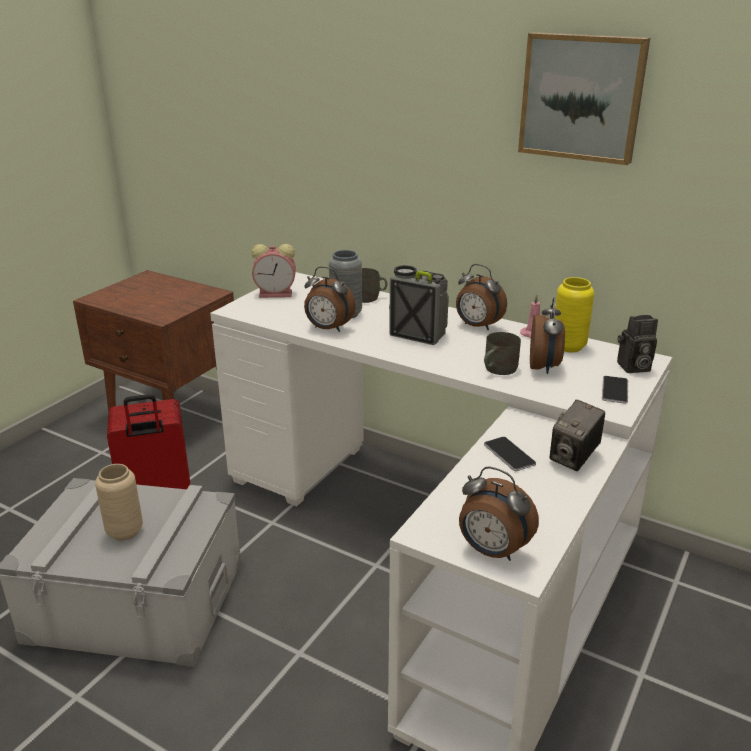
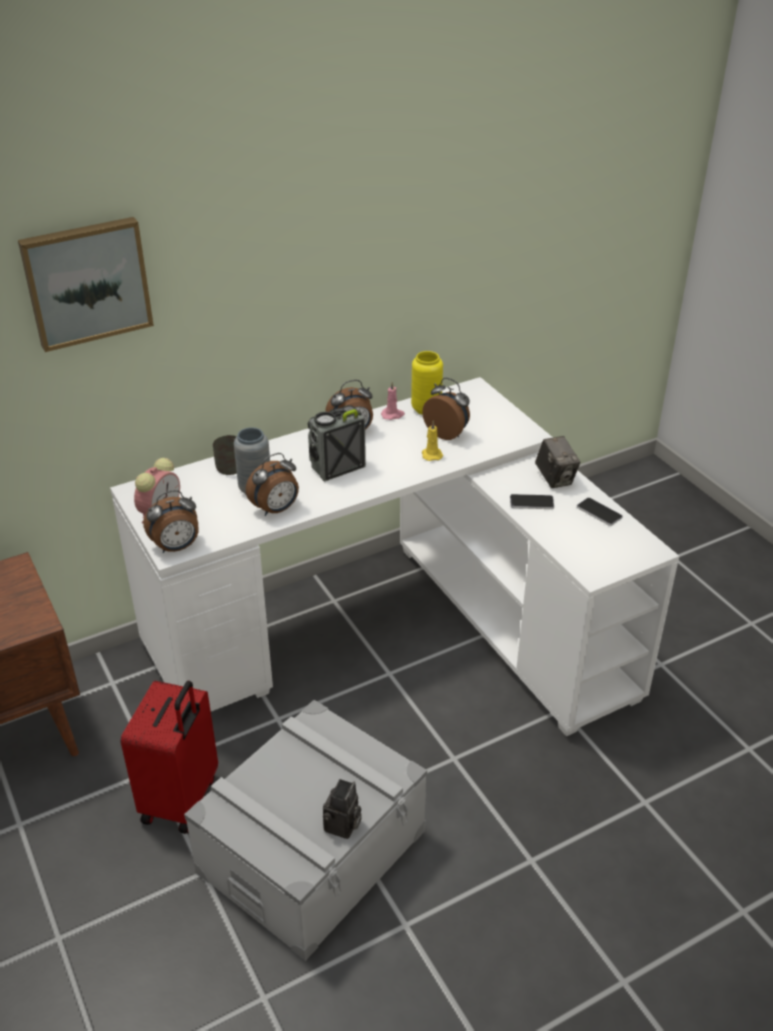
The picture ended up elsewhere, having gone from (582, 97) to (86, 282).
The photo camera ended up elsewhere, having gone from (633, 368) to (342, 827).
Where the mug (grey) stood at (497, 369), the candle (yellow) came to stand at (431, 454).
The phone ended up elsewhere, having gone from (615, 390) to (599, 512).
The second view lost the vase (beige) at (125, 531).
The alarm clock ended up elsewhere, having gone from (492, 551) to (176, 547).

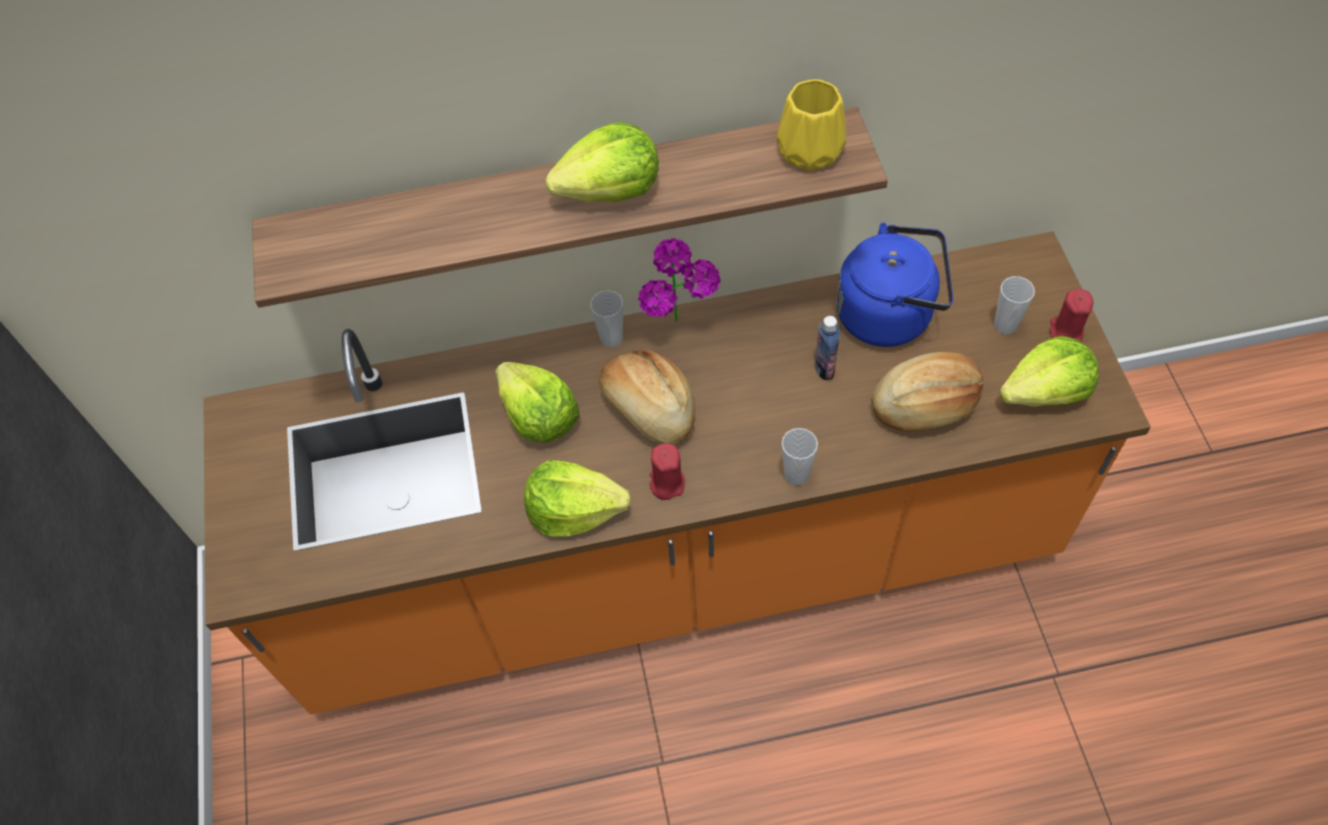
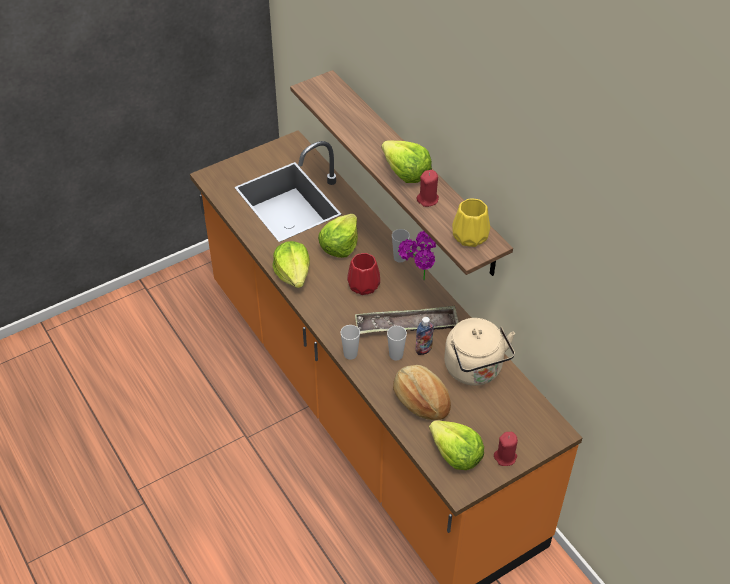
What was the kettle (blue) at (890, 314) turned into the kettle (beige) at (475, 370).
The cup ended up elsewhere, having gone from (1005, 325) to (396, 355).
Where the bread stood at (648, 409), the vase (red) came to stand at (363, 285).
The candle (red) ended up elsewhere, having gone from (667, 483) to (428, 199).
The second view gained the tray at (406, 325).

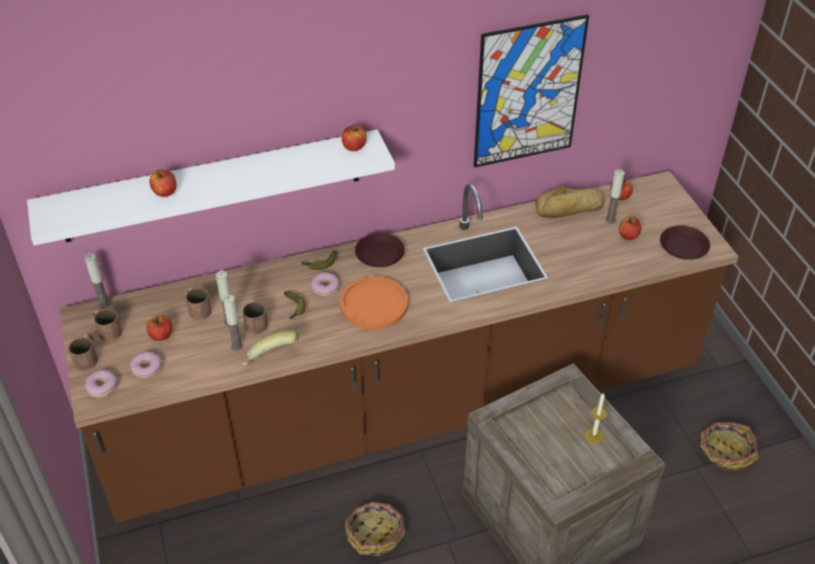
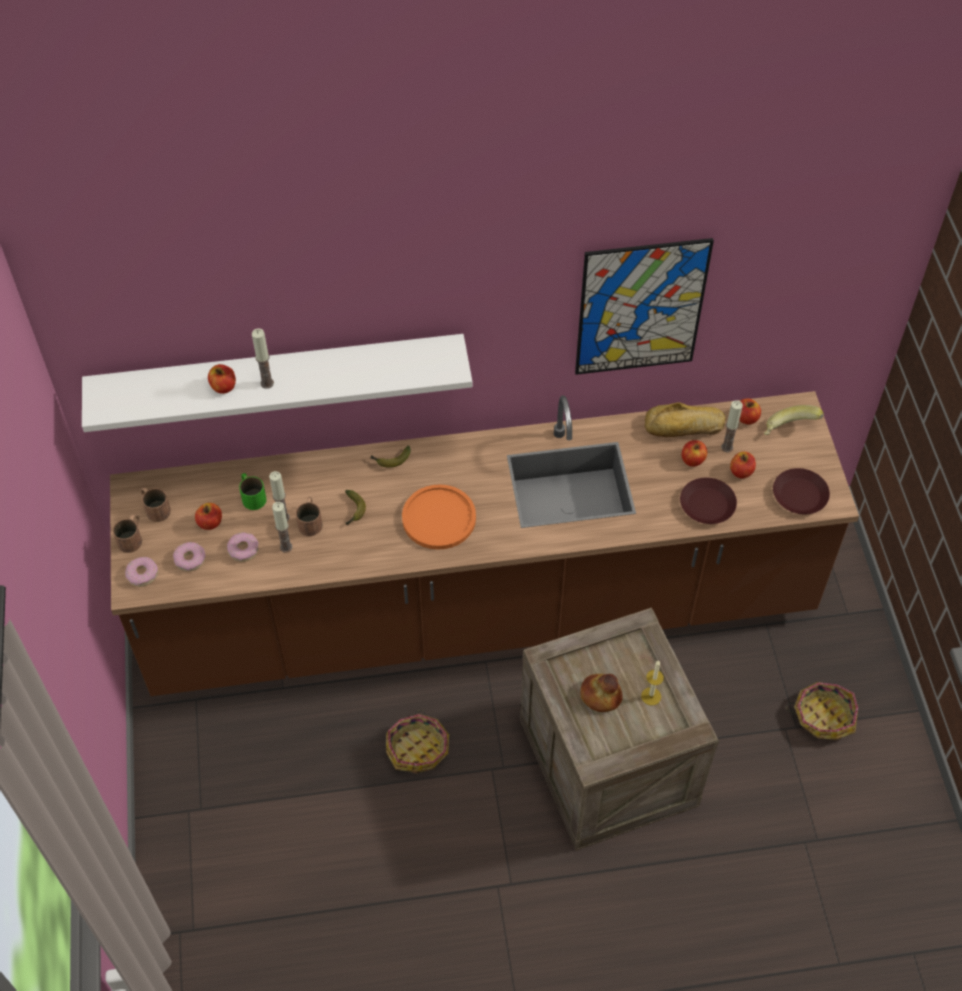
The apple ended up elsewhere, having gone from (354, 147) to (692, 460).
The plate (brown) ended up elsewhere, having gone from (379, 255) to (707, 505).
The candle ended up elsewhere, having gone from (104, 304) to (267, 383).
The donut ended up elsewhere, having gone from (325, 287) to (243, 550).
What was the mug (brown) at (197, 308) turned into the mug (green) at (251, 495).
The banana ended up elsewhere, having gone from (271, 359) to (789, 431).
The second view gained the bread at (600, 695).

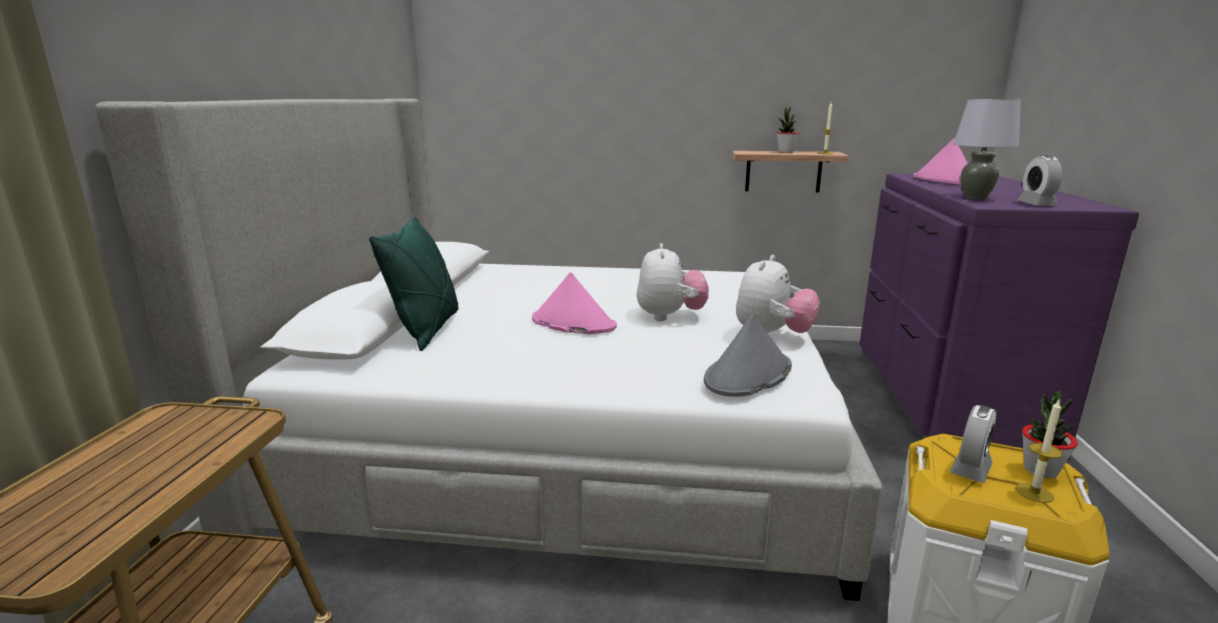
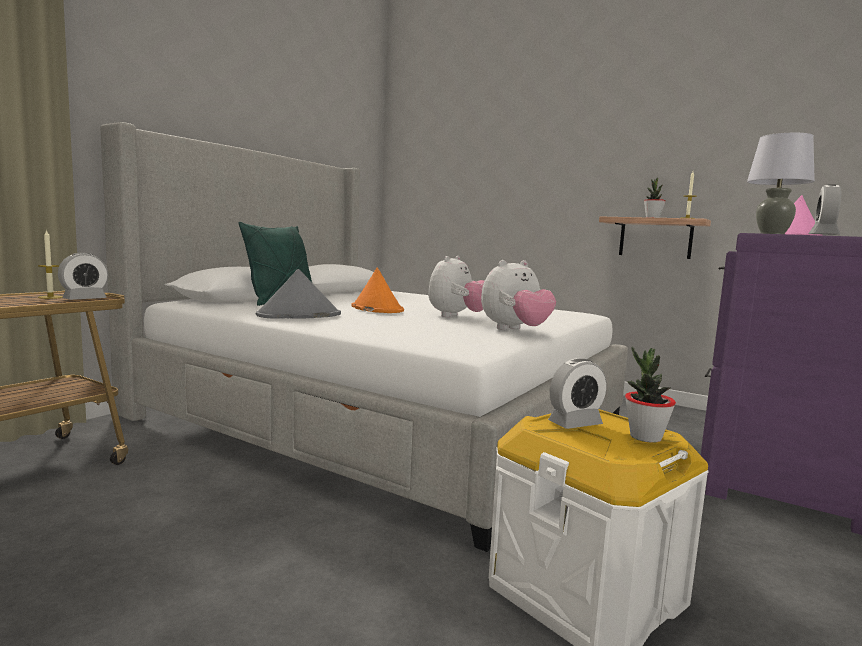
What was the hat (pink) at (572, 323) turned into the hat (orange) at (376, 309).
The hat (grey) ended up elsewhere, having gone from (748, 375) to (298, 315).
The candle ended up elsewhere, having gone from (1034, 493) to (50, 297).
The second view gained the alarm clock at (84, 299).

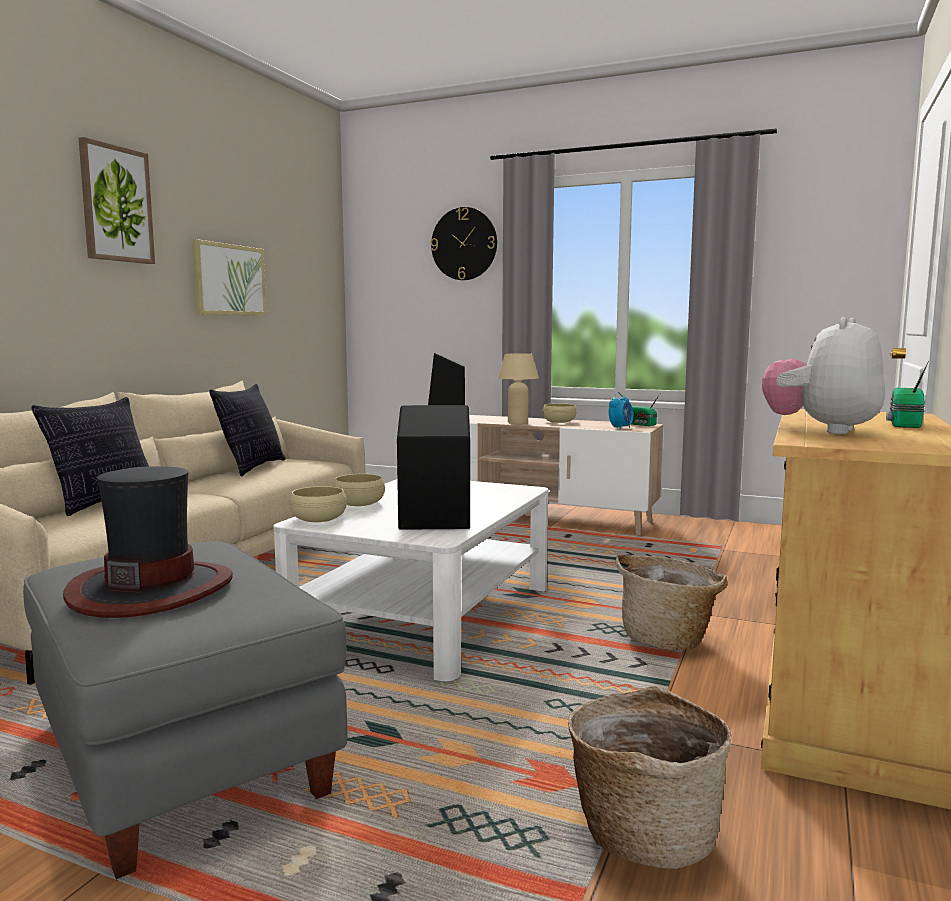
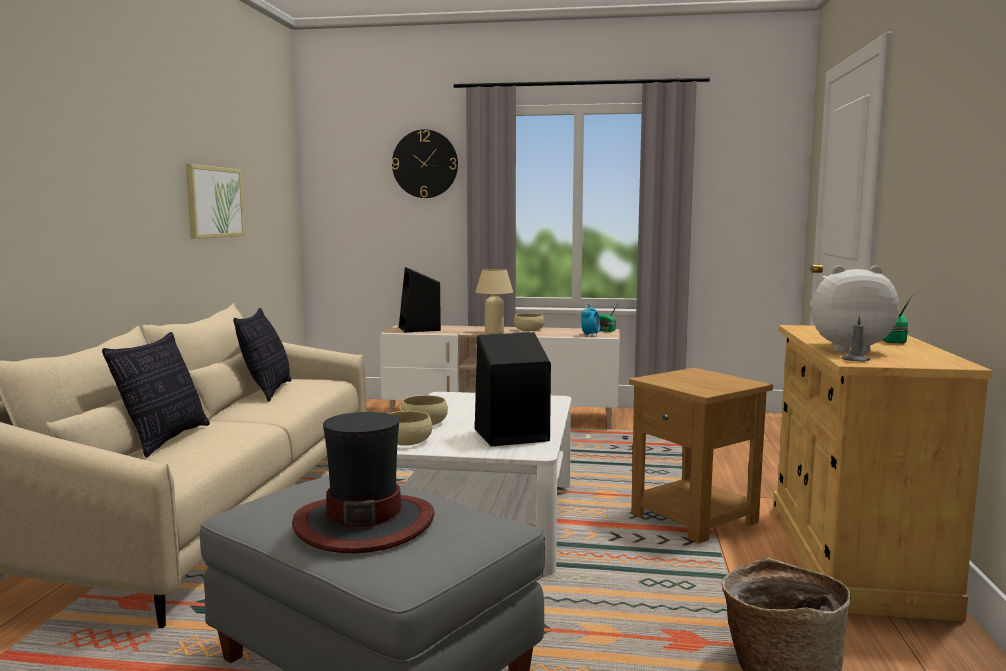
The second view lost the picture at (116, 204).
The plush toy at (822, 430) ended up facing another way, 75 degrees clockwise from before.
Where the basket stood at (668, 639), the side table (brown) came to stand at (695, 518).
The second view gained the candle (grey) at (854, 360).

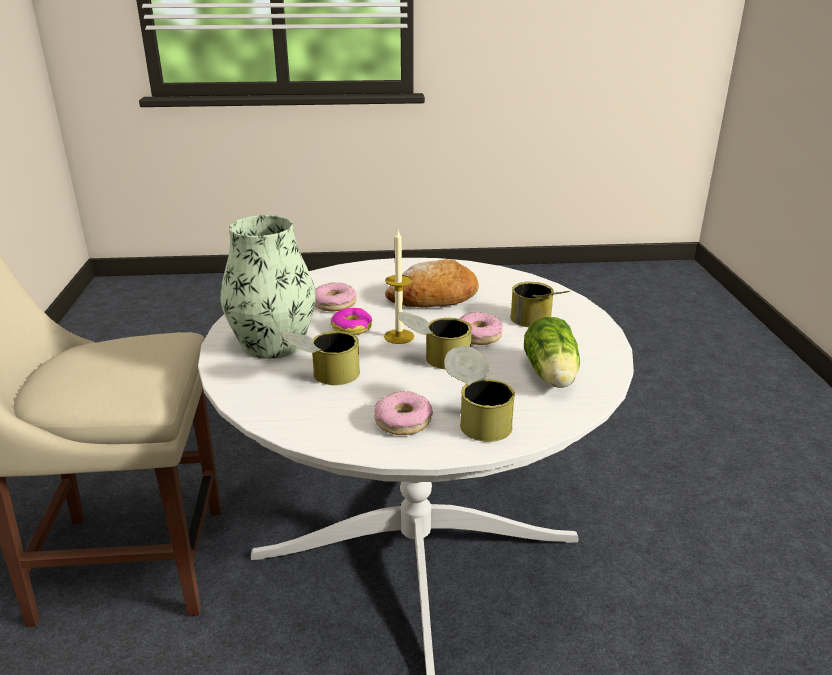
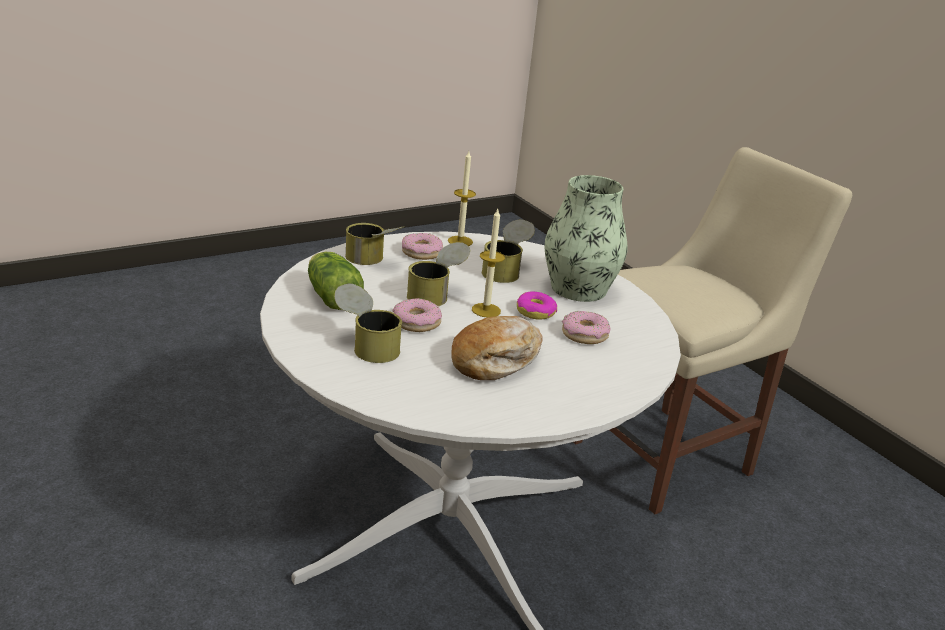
The second view gained the candle at (460, 241).

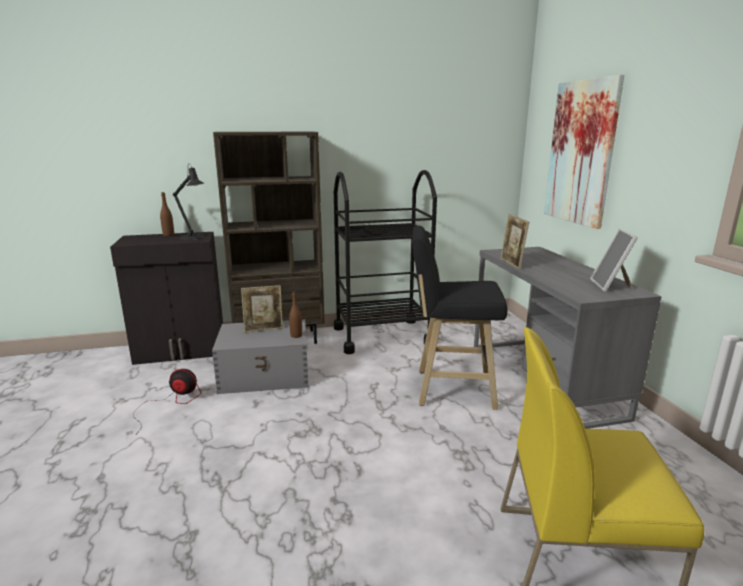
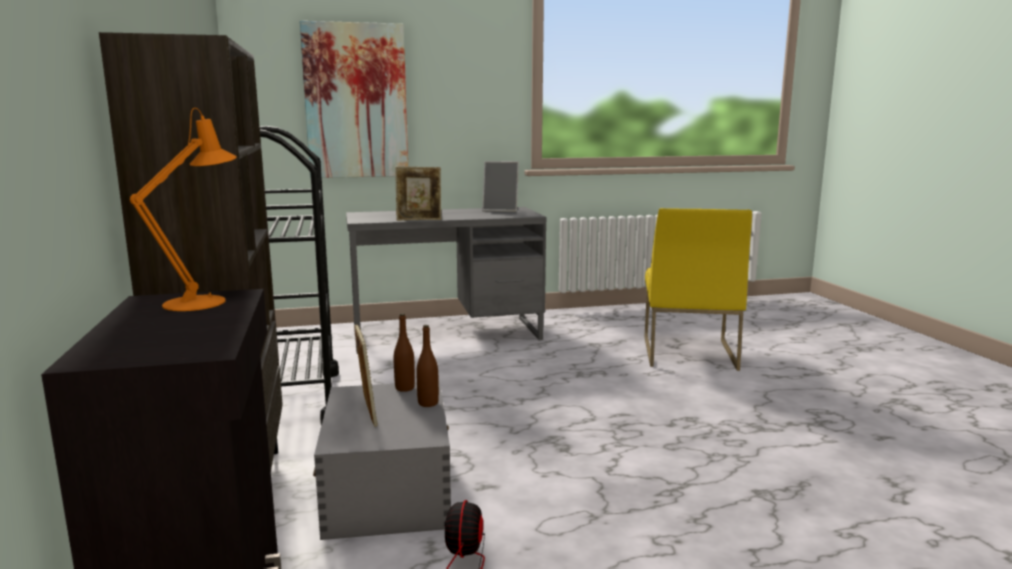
What was the table lamp (black) at (194, 238) turned into the table lamp (orange) at (202, 301).
The bottle (brown) ended up elsewhere, having gone from (168, 235) to (428, 403).
The second view lost the stool (black) at (450, 389).

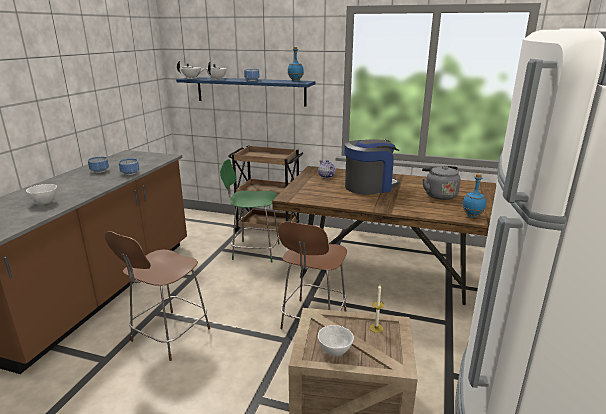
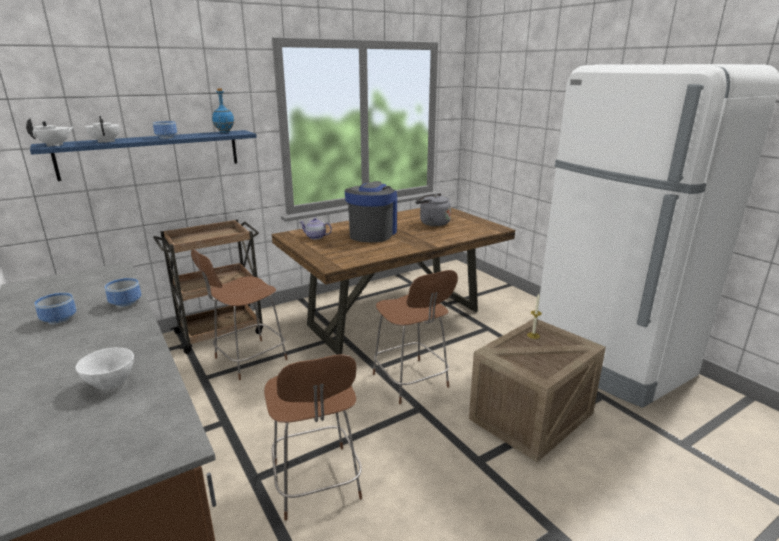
What was the chair (green) at (254, 251) turned into the chair (brown) at (248, 359).
The second view lost the bottle (blue) at (472, 215).
The second view lost the bowl (white) at (334, 352).

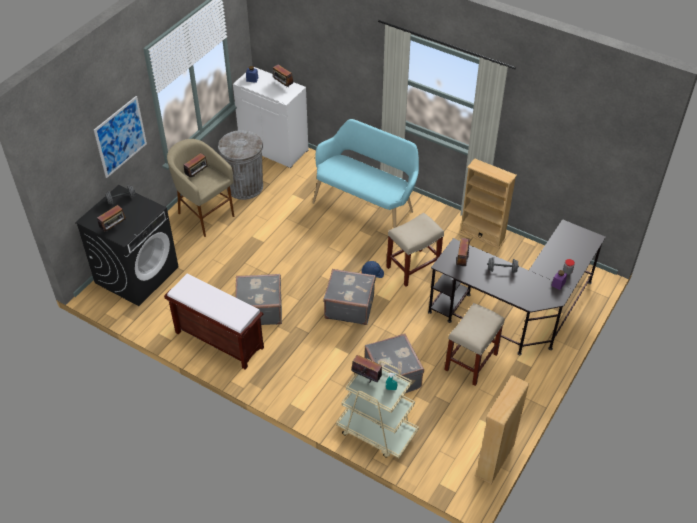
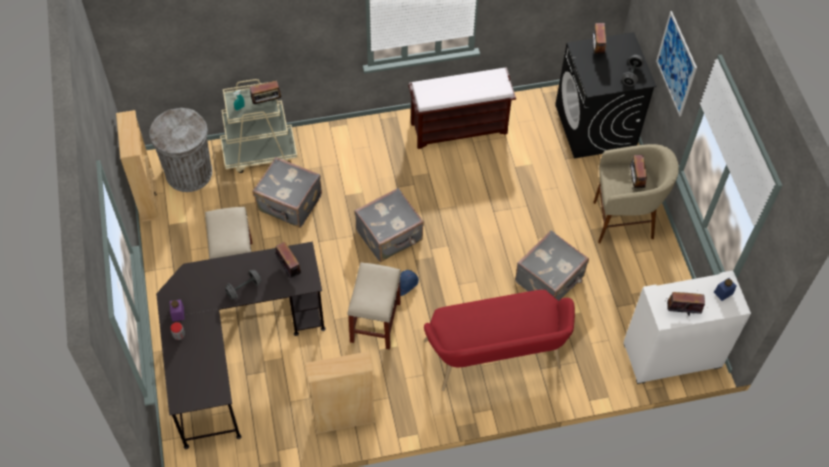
What was the bench (turquoise) at (366, 205) turned into the bench (red) at (495, 359).
The trash can (grey) ended up elsewhere, having gone from (245, 187) to (189, 173).
The suitcase (grey) ended up elsewhere, having gone from (259, 310) to (550, 280).

